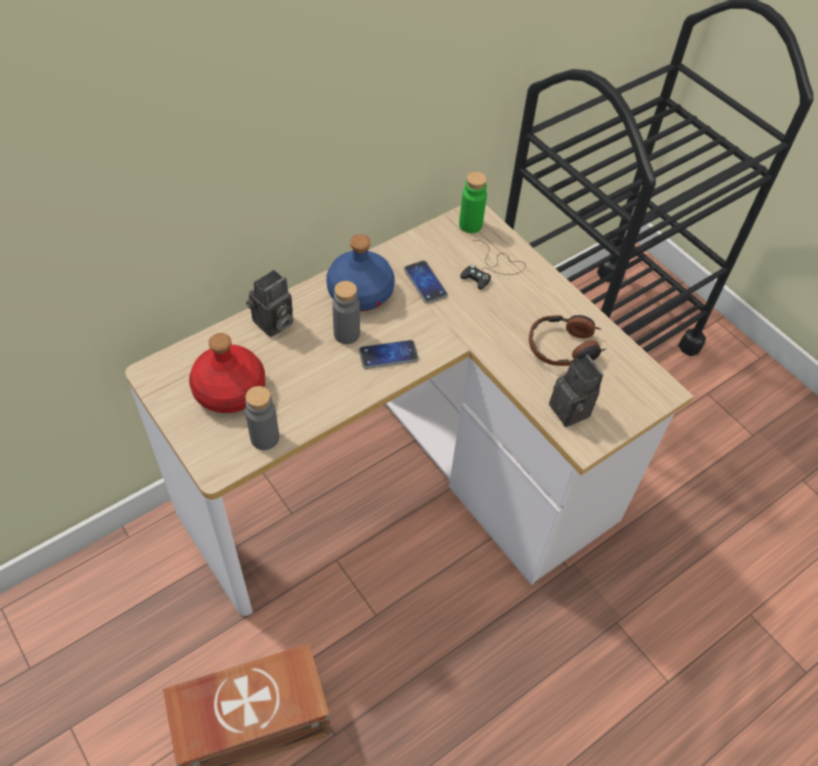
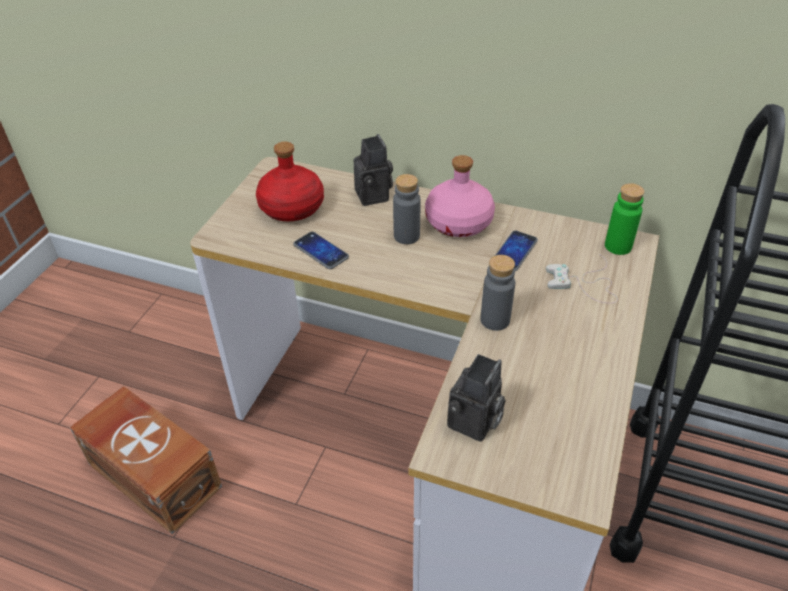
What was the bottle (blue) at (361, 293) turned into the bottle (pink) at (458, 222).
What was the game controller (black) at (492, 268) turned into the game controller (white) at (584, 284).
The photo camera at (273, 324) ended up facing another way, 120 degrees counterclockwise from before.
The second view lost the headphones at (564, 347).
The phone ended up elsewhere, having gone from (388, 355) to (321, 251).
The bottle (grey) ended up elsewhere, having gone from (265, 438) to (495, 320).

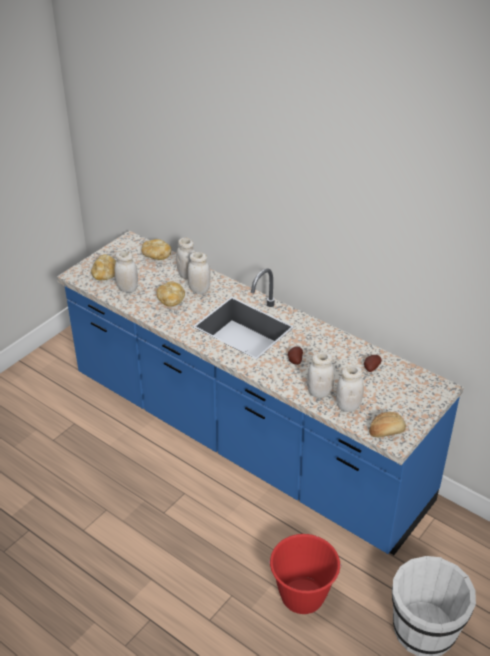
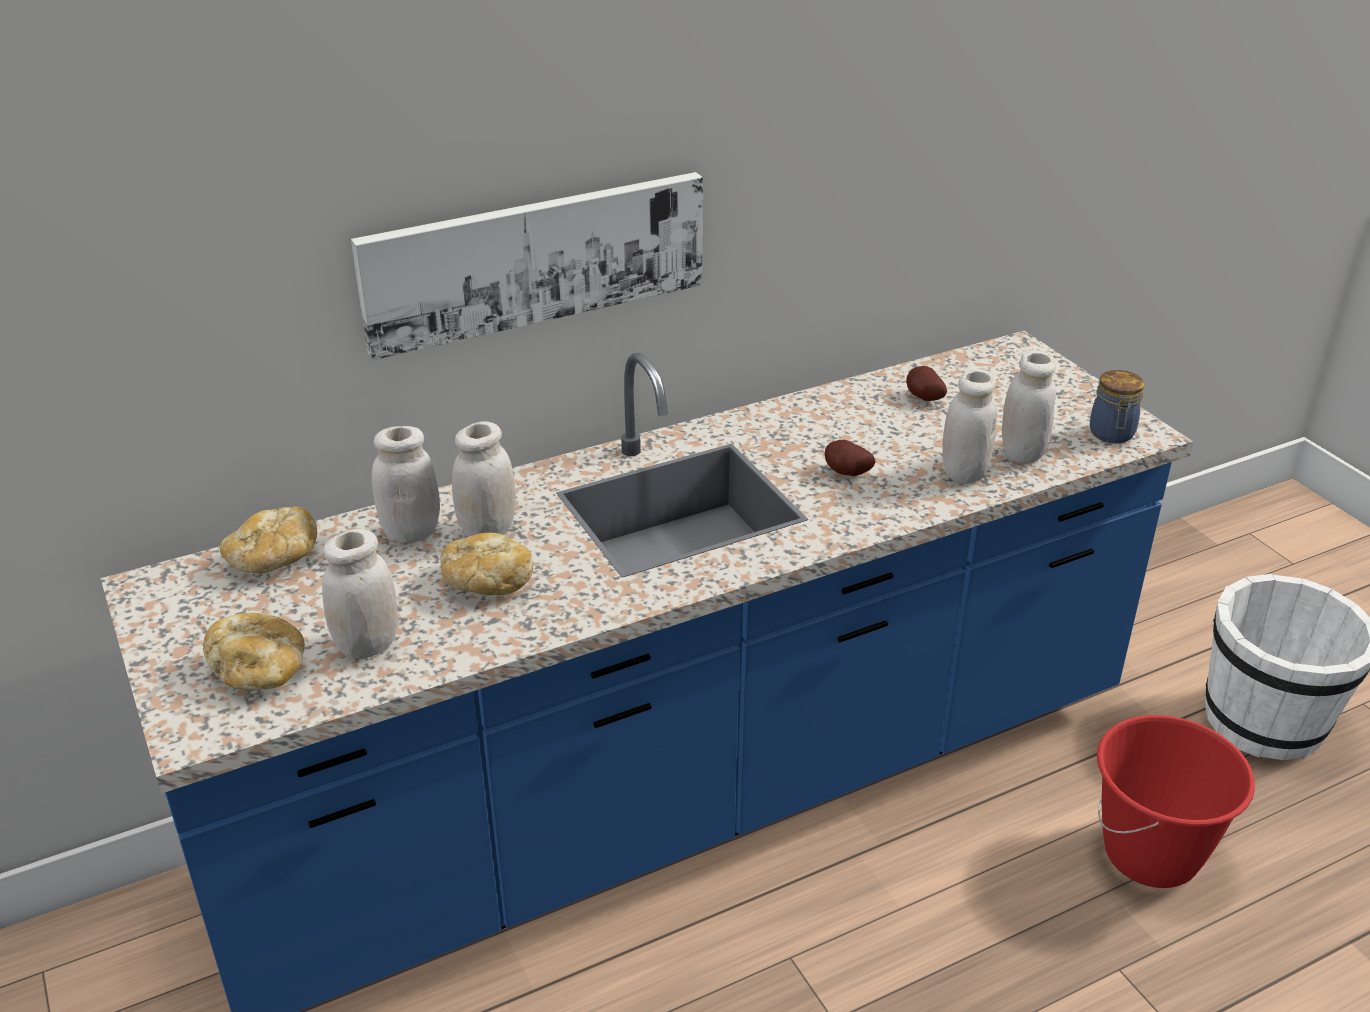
Where the bread stood at (386, 431), the jar came to stand at (1111, 434).
The second view gained the picture at (535, 260).

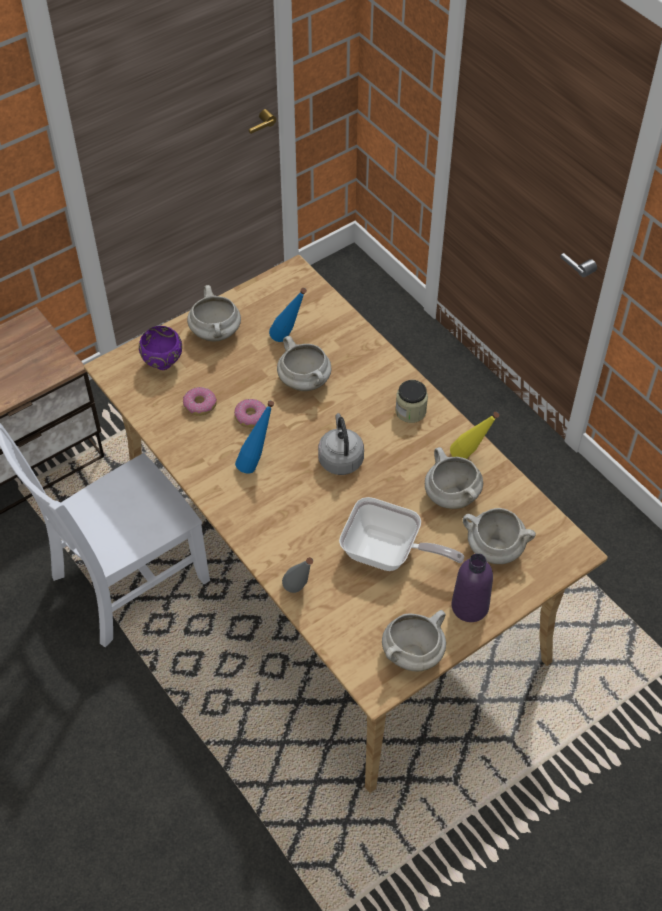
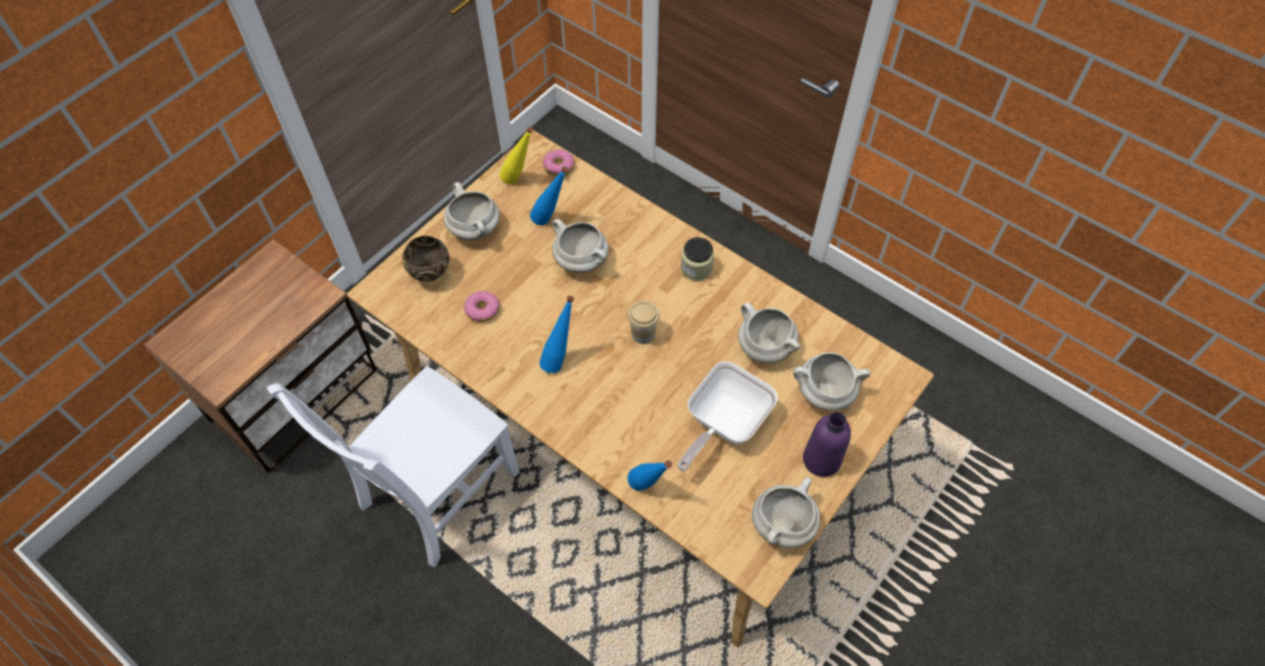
What was the bowl (purple) at (163, 365) turned into the bowl (brown) at (431, 275).
The donut ended up elsewhere, having gone from (251, 417) to (559, 167).
The bottle (yellow) ended up elsewhere, having gone from (470, 459) to (520, 180).
Where the kettle (grey) stood at (340, 458), the cup came to stand at (643, 334).
The frying pan at (388, 554) ended up facing another way, 120 degrees clockwise from before.
What was the bottle (grey) at (300, 594) turned into the bottle (blue) at (649, 489).

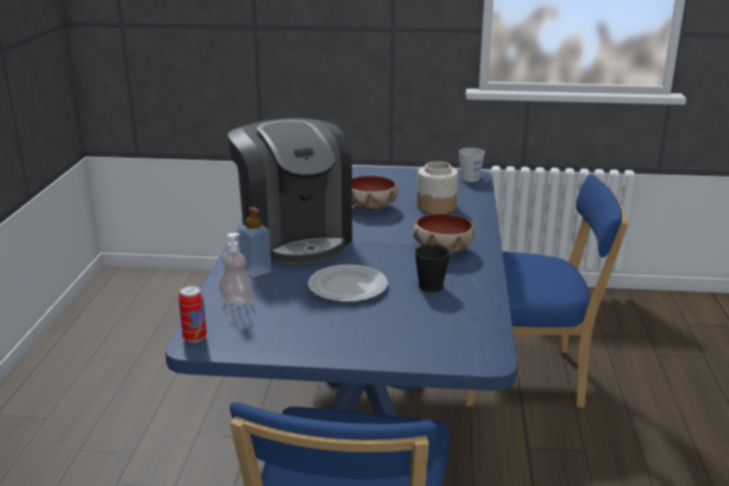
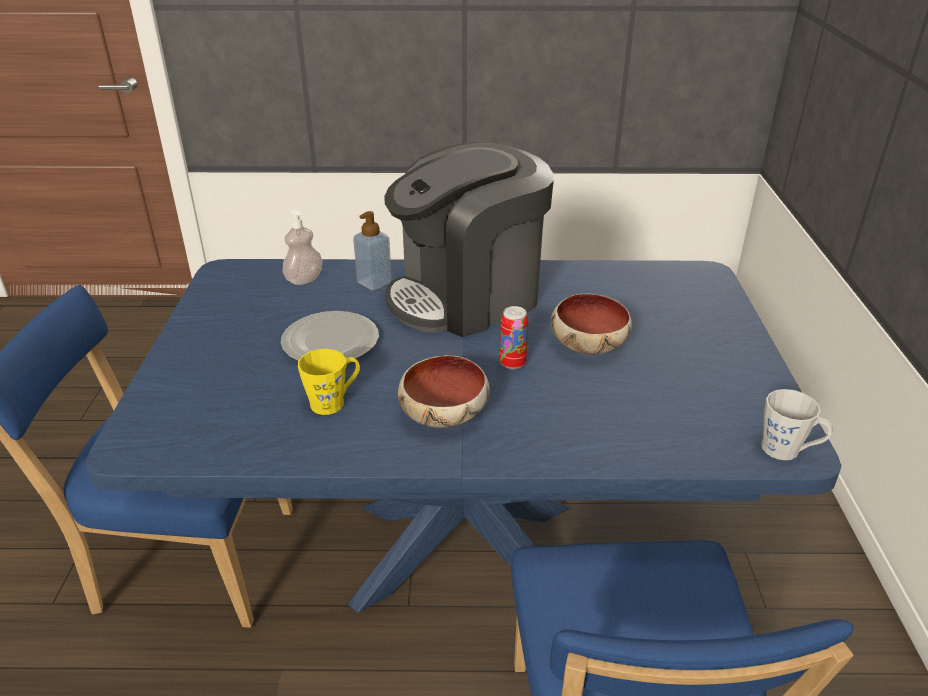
The second view lost the jar at (436, 206).
What was the mug (black) at (428, 284) turned into the mug (yellow) at (333, 402).
The can ended up elsewhere, having gone from (195, 338) to (512, 363).

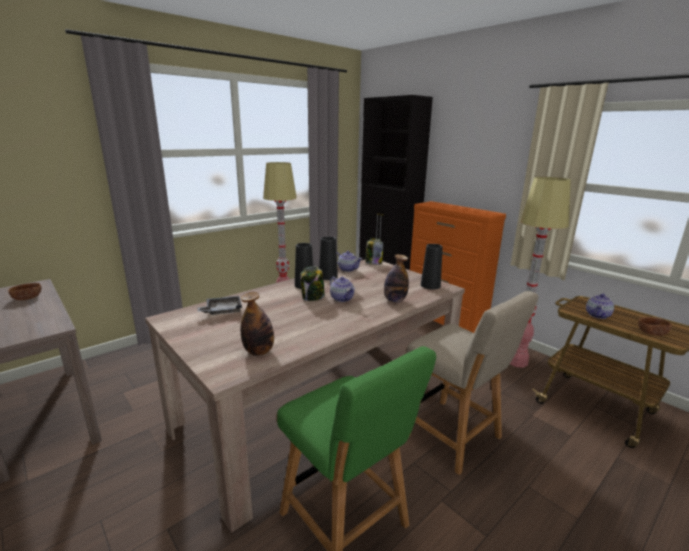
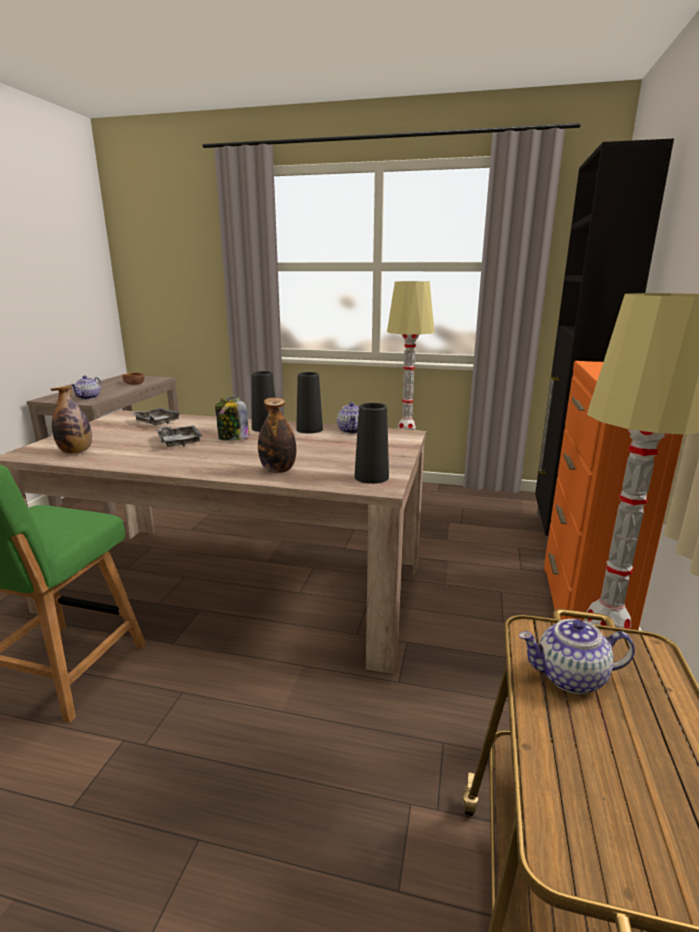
The second view lost the jar at (373, 263).
The teapot ended up elsewhere, having gone from (342, 298) to (88, 397).
The second view lost the chair (beige) at (454, 437).
The second view lost the bowl (brown) at (652, 333).
The second view gained the tray (grey) at (179, 442).

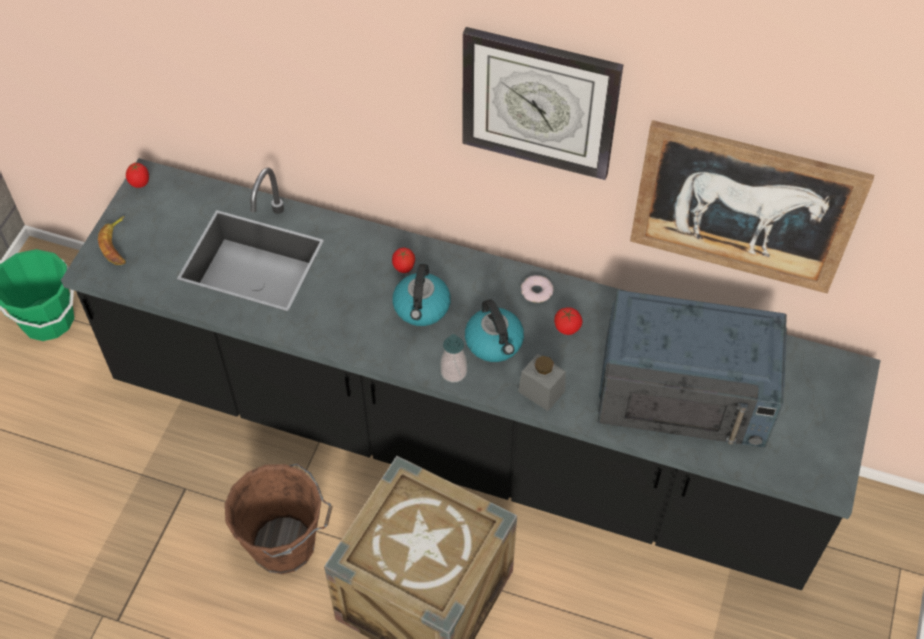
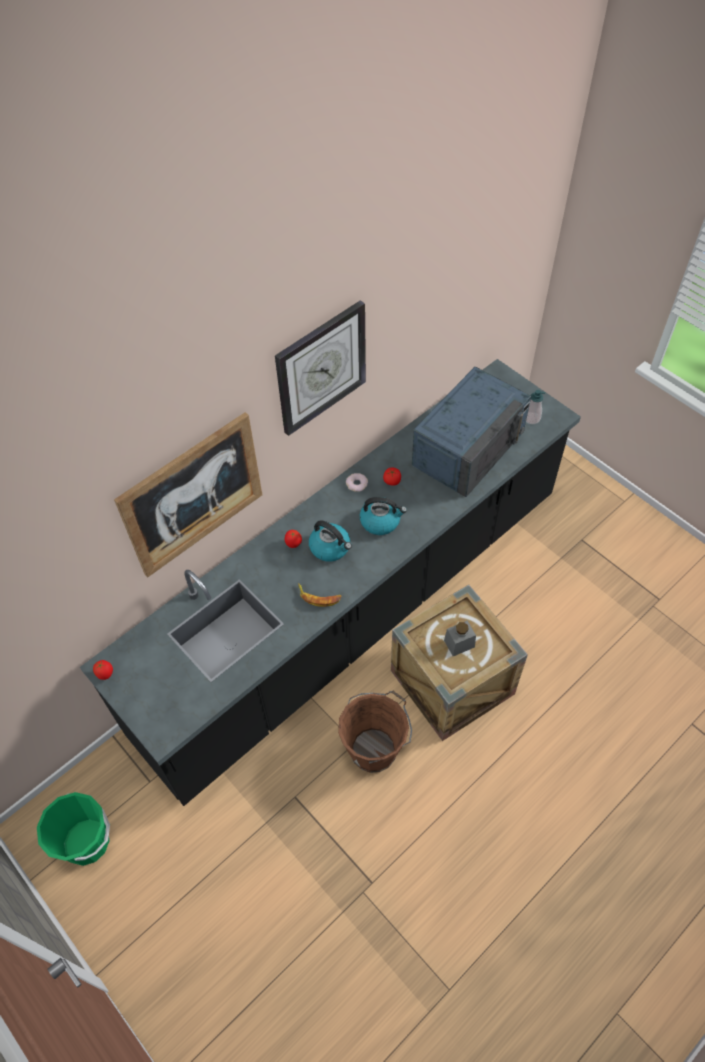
The picture ended up elsewhere, having gone from (744, 207) to (193, 495).
The banana ended up elsewhere, having gone from (117, 245) to (319, 597).
The soap dispenser ended up elsewhere, having gone from (453, 372) to (532, 418).
The jar (grey) ended up elsewhere, having gone from (541, 391) to (459, 643).

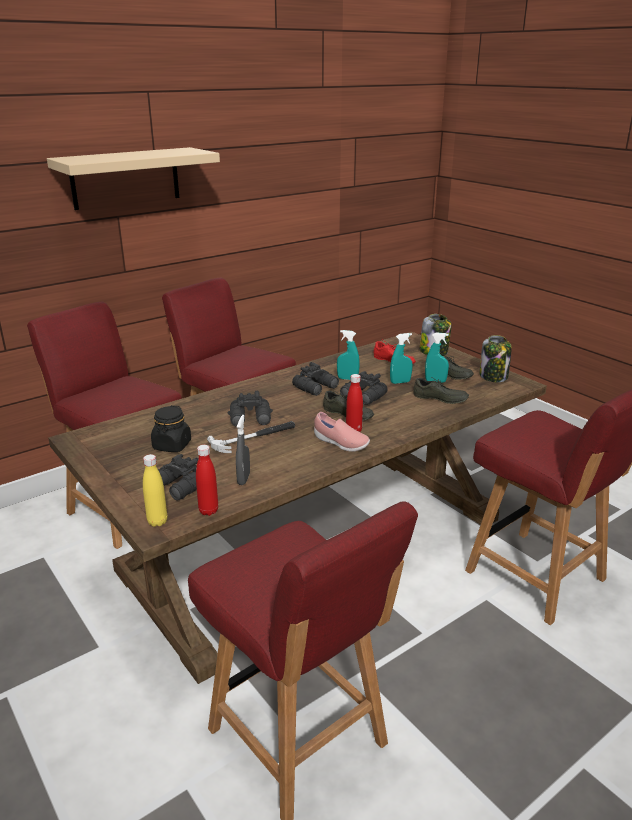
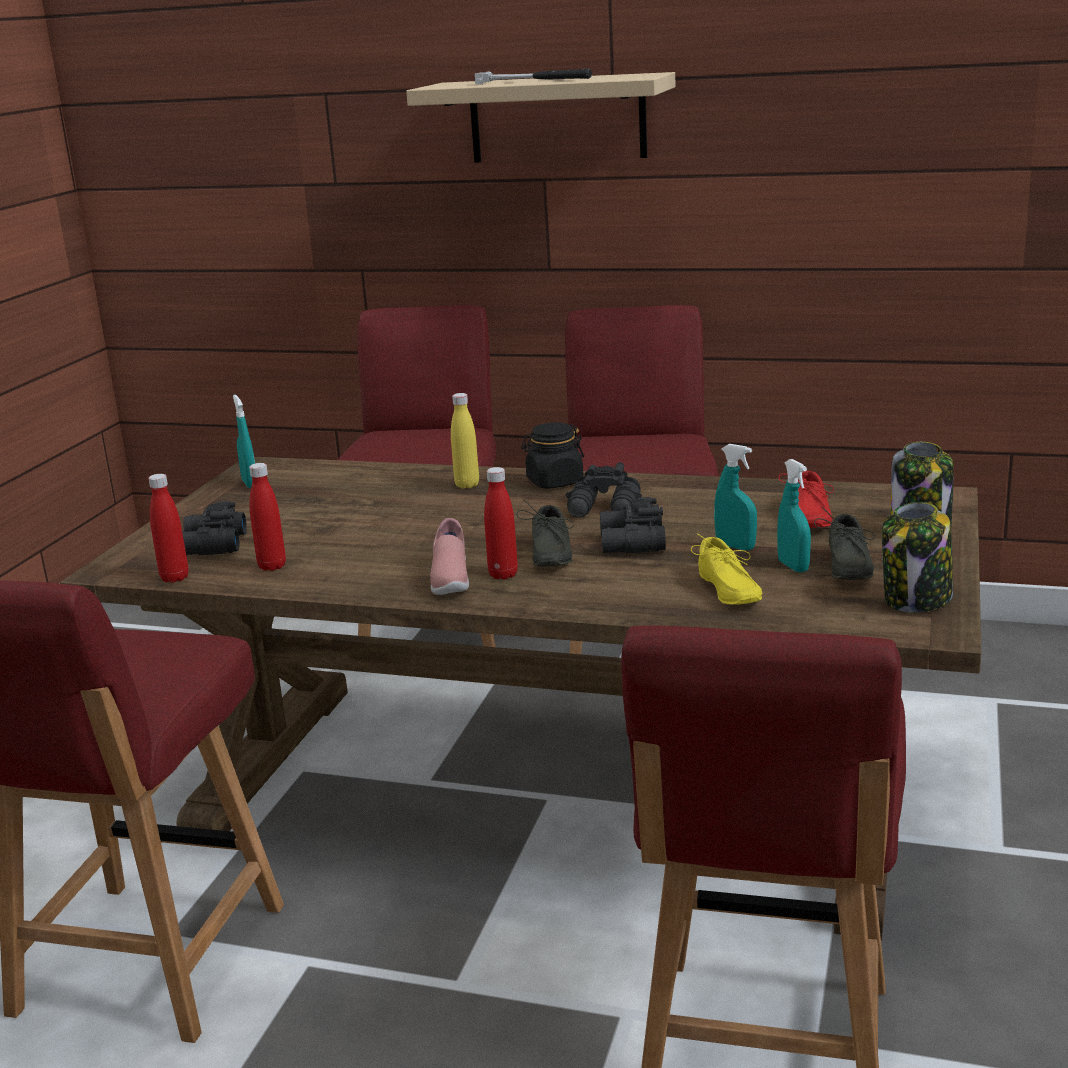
The spray bottle (turquoise) ended up elsewhere, having gone from (347, 379) to (250, 483).
What was the shoe (grey) at (439, 399) turned into the shoe (yellow) at (725, 591).
The second view lost the binoculars (black) at (251, 419).
The jar (black) ended up elsewhere, having gone from (172, 445) to (554, 482).
Where the spray bottle (grey) stood at (243, 479), the bottle (red) came to stand at (272, 566).
The hammer ended up elsewhere, having gone from (254, 438) to (531, 81).
The bottle (yellow) ended up elsewhere, having gone from (157, 522) to (467, 485).

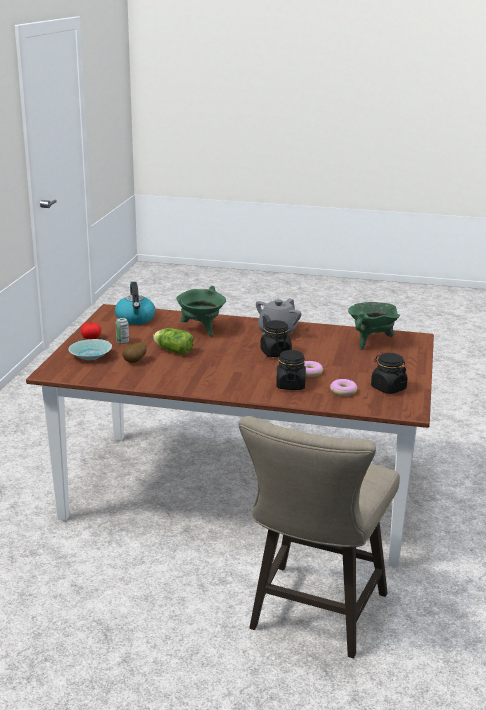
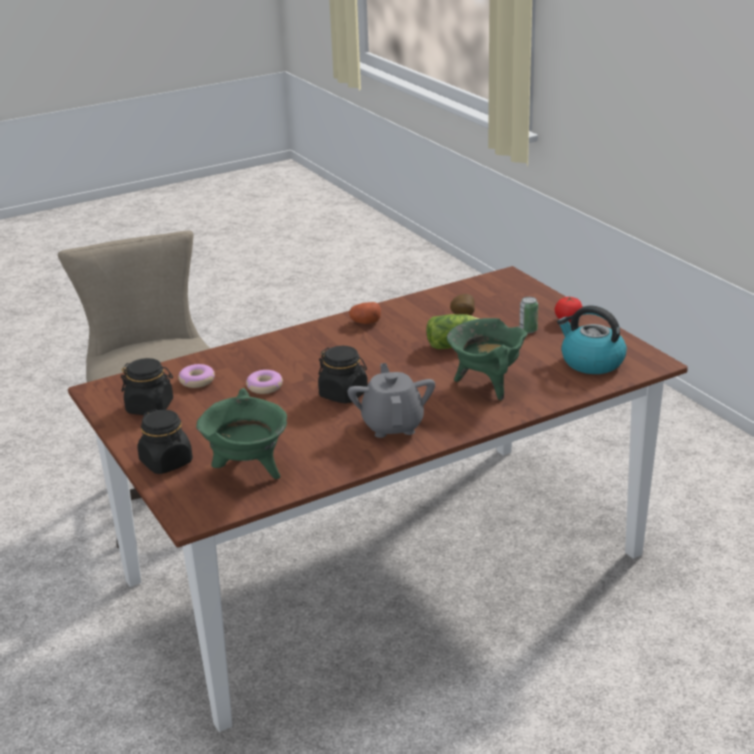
The second view lost the bowl (turquoise) at (91, 357).
The jar (black) ended up elsewhere, having gone from (290, 385) to (166, 462).
The second view gained the potato at (365, 322).

